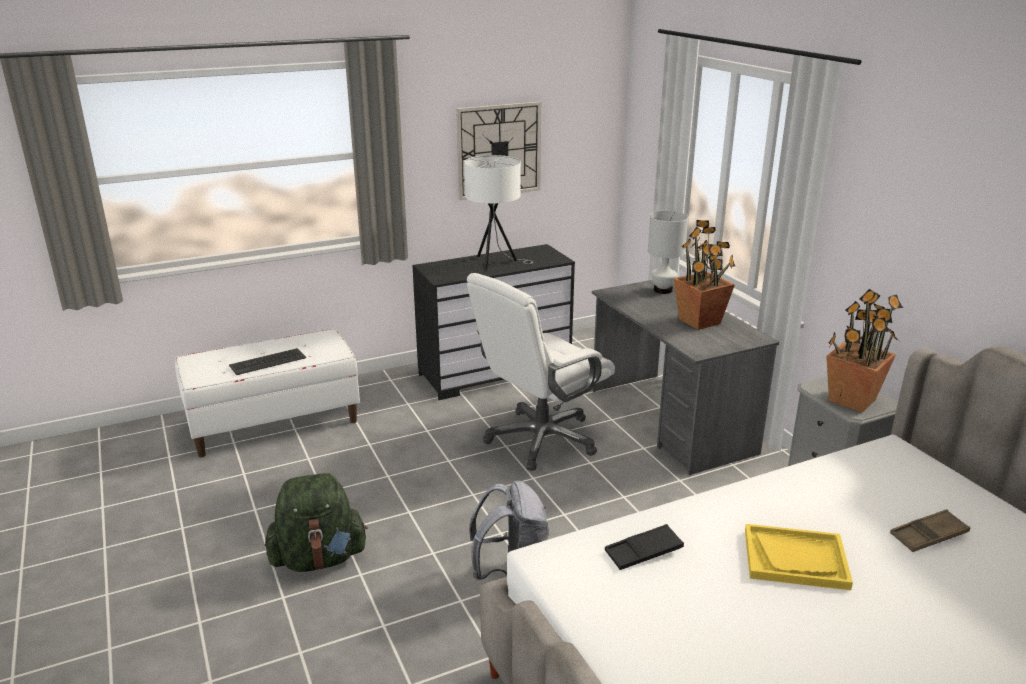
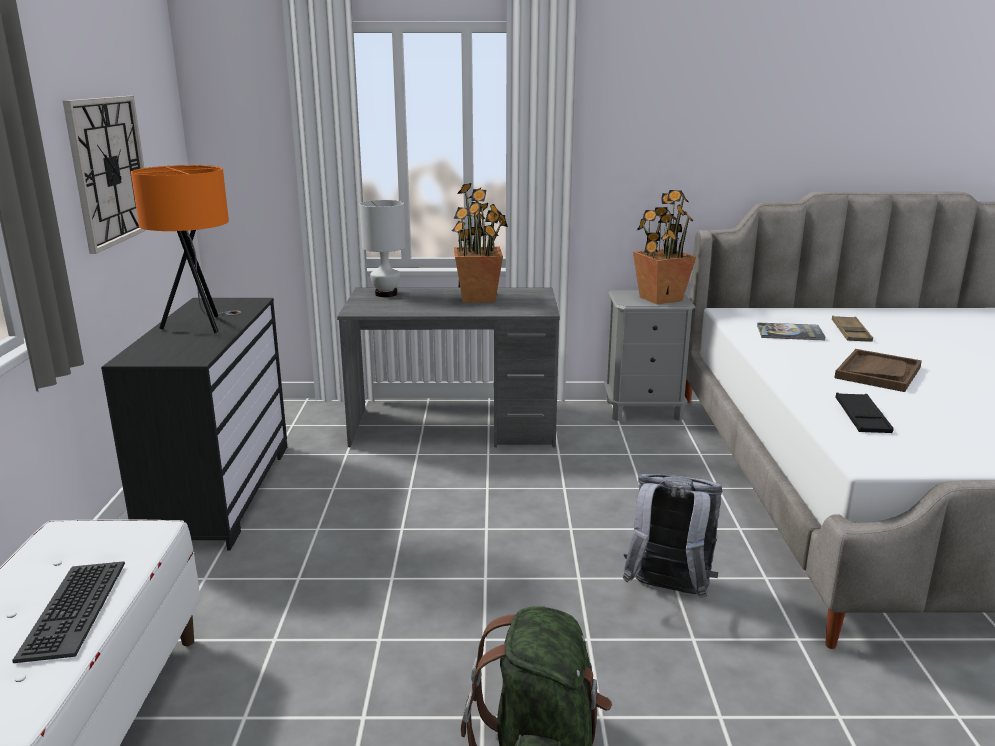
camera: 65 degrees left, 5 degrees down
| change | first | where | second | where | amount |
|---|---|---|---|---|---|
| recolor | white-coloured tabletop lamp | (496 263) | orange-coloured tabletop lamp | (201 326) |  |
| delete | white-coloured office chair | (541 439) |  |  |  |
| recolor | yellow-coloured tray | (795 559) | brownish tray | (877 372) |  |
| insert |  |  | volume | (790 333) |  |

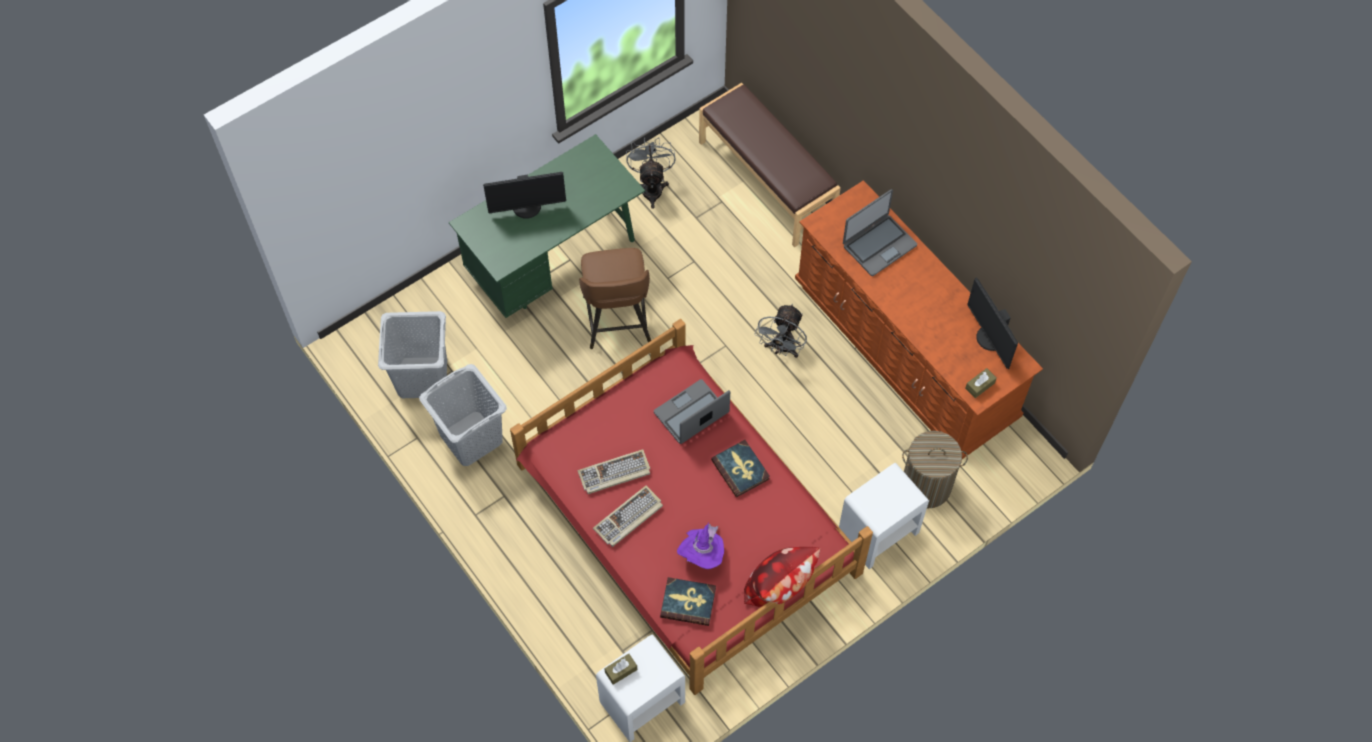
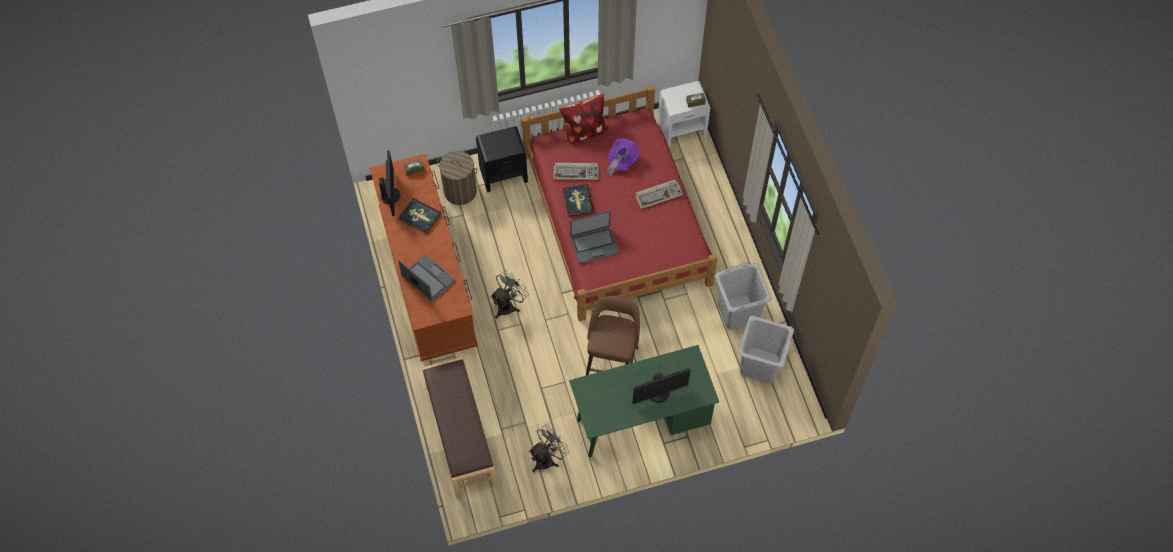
camera: 160 degrees left, 0 degrees up
| change | first | where | second | where | amount |
|---|---|---|---|---|---|
| rotate | computer display | (527 208) |  | (659 394) | 150 degrees clockwise |
| move | computer keyboard | (614 473) |  | (576 172) |  |
| rotate | gray cooling fan | (651 187) |  | (547 458) | 150 degrees counterclockwise |
| move | volume | (688 602) |  | (419 217) |  |
| recolor | white-coloured bedside table | (877 533) | black-coloured bedside table | (503 174) |  |
| rotate | laptop | (878 245) |  | (428 279) | 60 degrees clockwise |

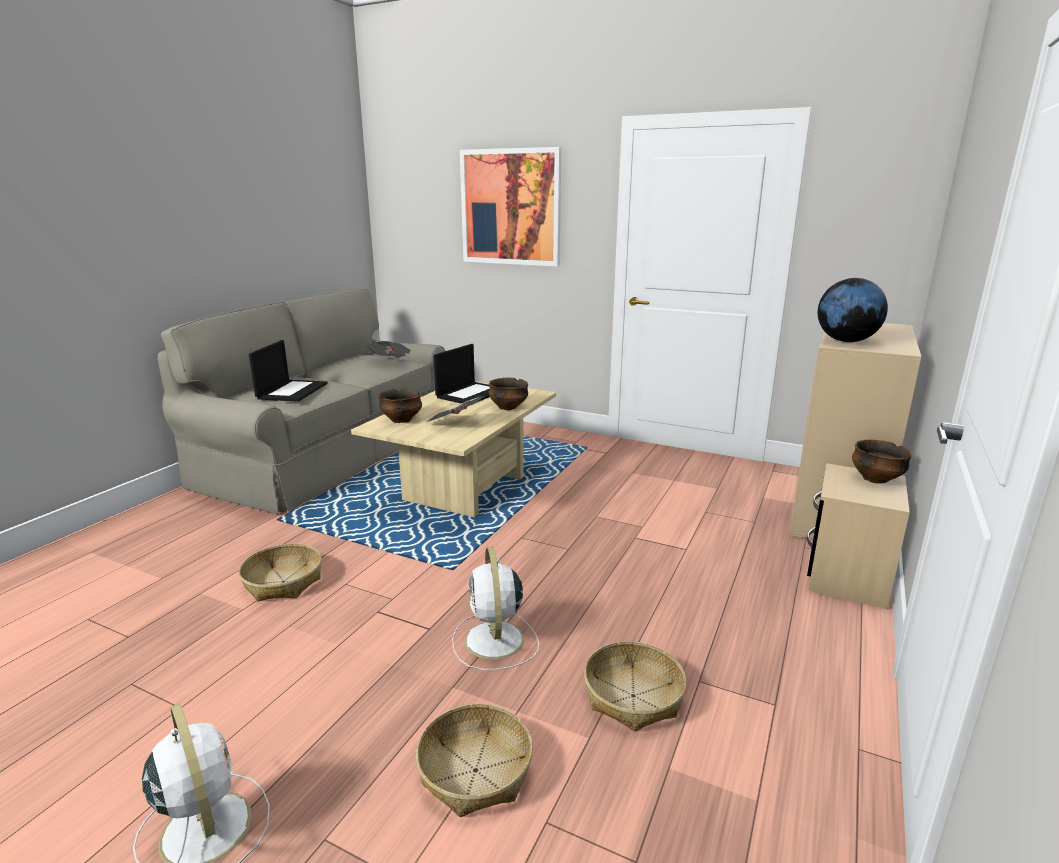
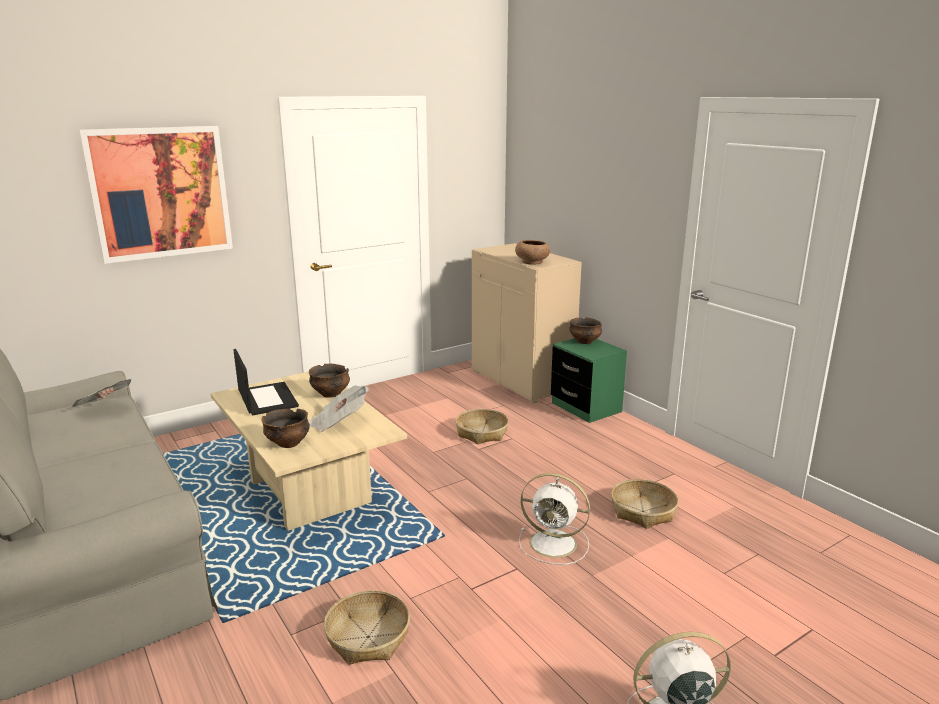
camera: 60 degrees left, 0 degrees up
| change | first | where | second | where | amount |
|---|---|---|---|---|---|
| delete | laptop | (292 391) |  |  |  |
| move | household basket | (476 770) |  | (482 433) |  |
| recolor | beige bedside table | (847 577) | green-coloured bedside table | (586 407) |  |
| replace | world globe | (846 341) | brownish deep dish | (532 262) |  |

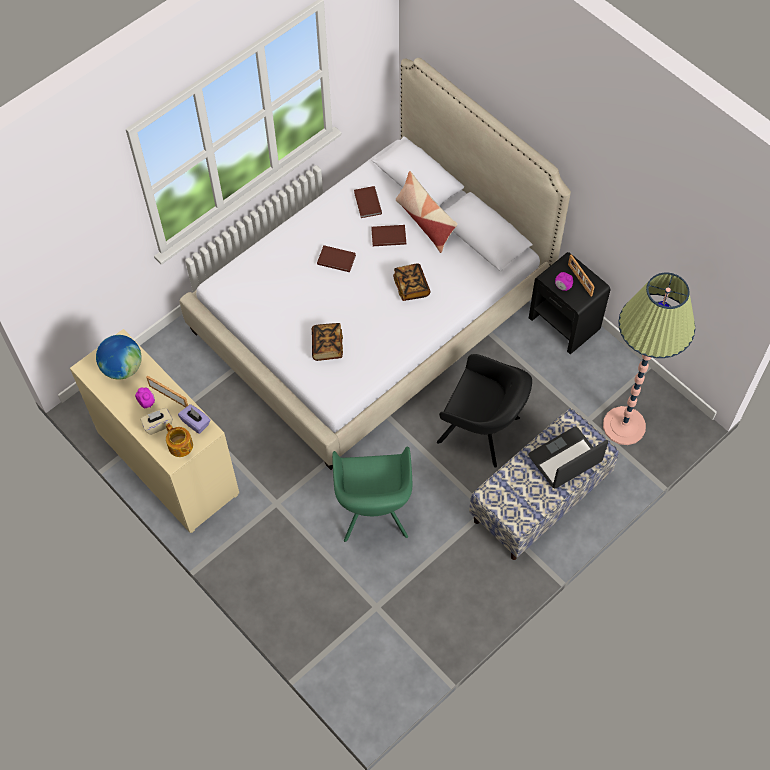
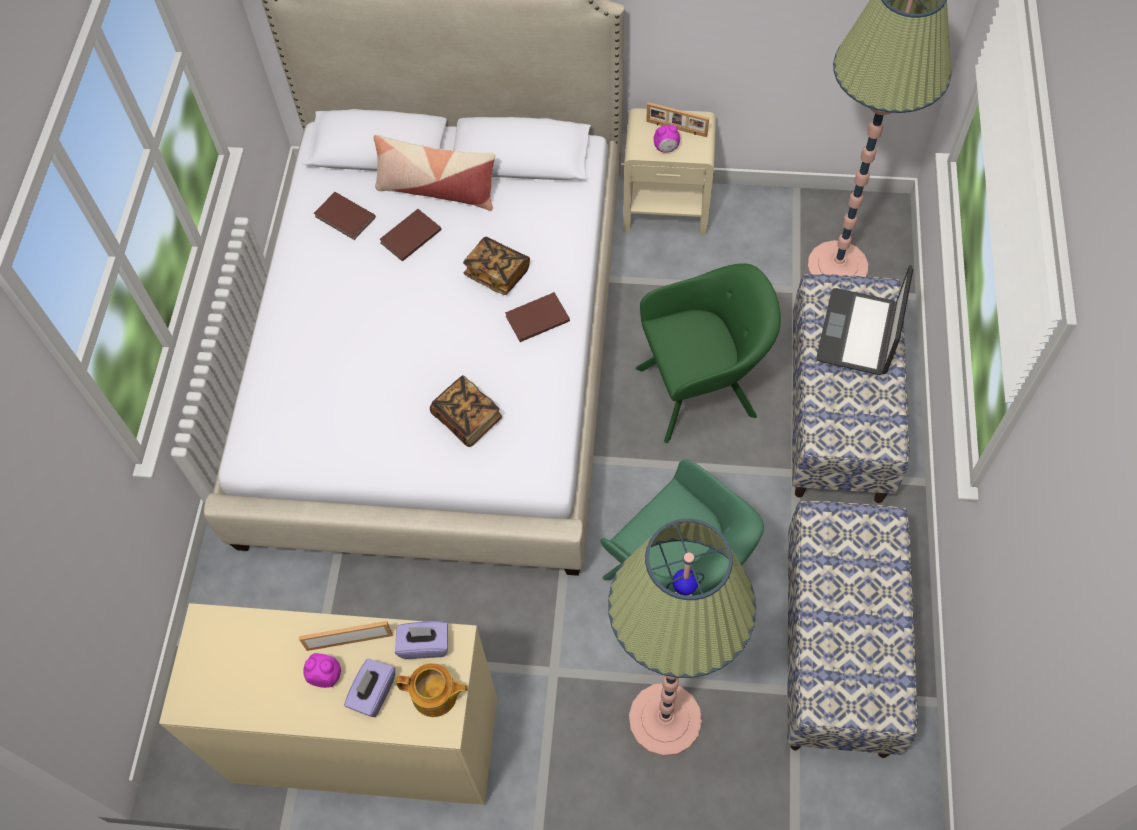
camera: 40 degrees left, 0 degrees up
| change | first | where | second | where | amount |
|---|---|---|---|---|---|
| delete | world globe | (122 367) |  |  |  |
| recolor | beige tissue box | (158 425) | purple tissue box | (373 693) |  |
| move | brownish volume | (336 259) |  | (536 318) |  |
| recolor | black-coloured easy chair | (482 431) | green-coloured easy chair | (701 390) |  |
| recolor | black-coloured bedside table | (564 323) | beige bedside table | (667 208) |  |
| insert |  |  | standard lamp | (665 719) |  |
| insert |  |  | long seat | (838 648) |  |

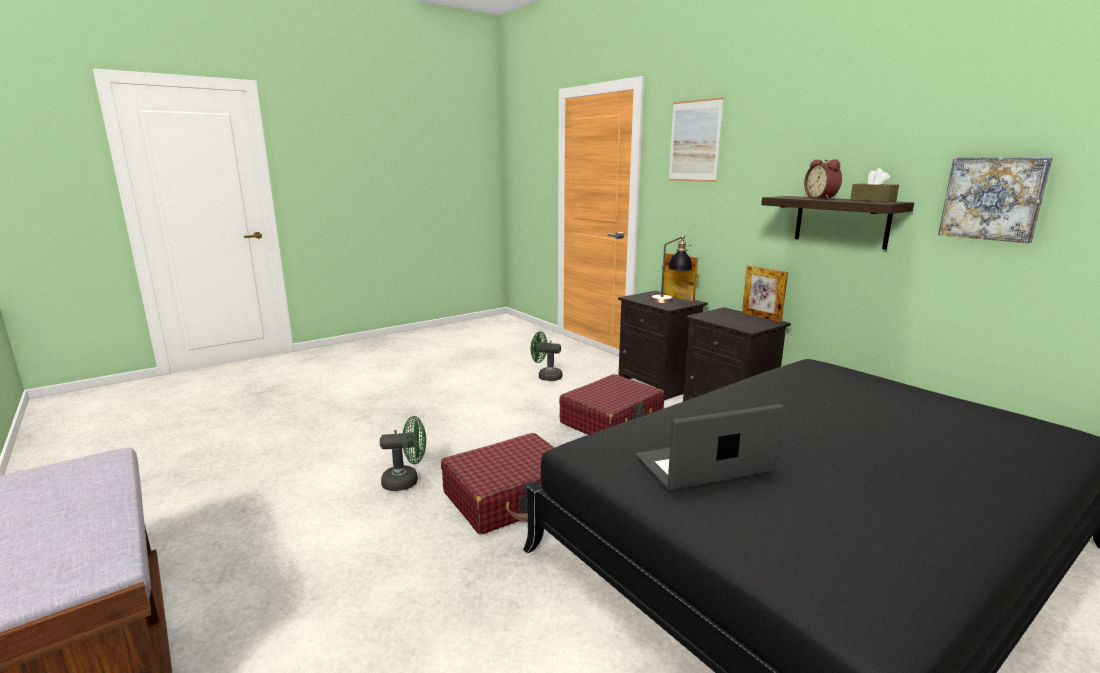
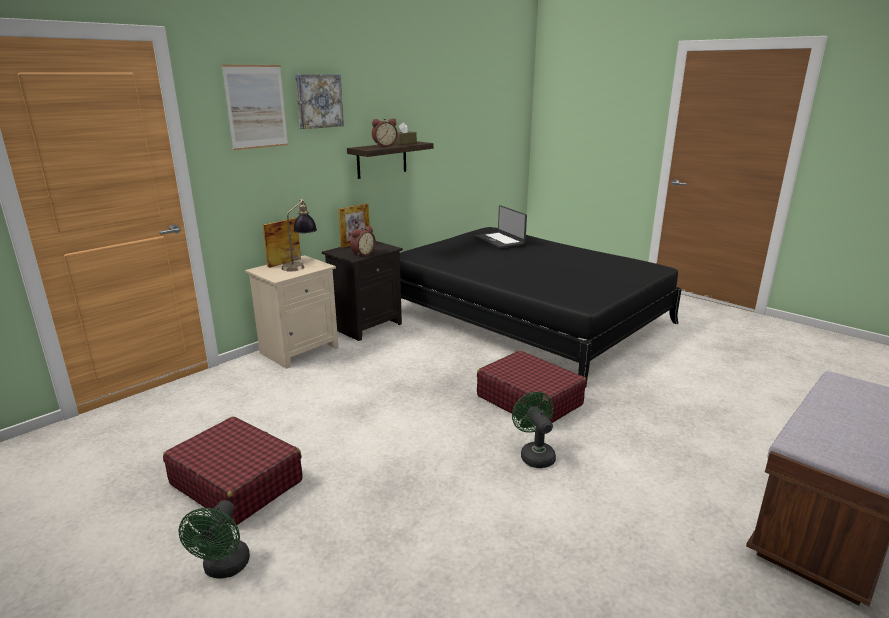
camera: 100 degrees left, 5 degrees up
| change | first | where | second | where | amount |
|---|---|---|---|---|---|
| move | green-coloured cooling fan | (546 377) |  | (224 568) |  |
| move | reddish piece of luggage | (612 421) |  | (236 482) |  |
| recolor | black-coloured bedside table | (658 385) | beige bedside table | (299 349) |  |
| move | laptop | (704 466) |  | (500 240) |  |
| move | picture | (993 198) |  | (318 101) |  |
| insert |  |  | table clock | (362 254) |  |

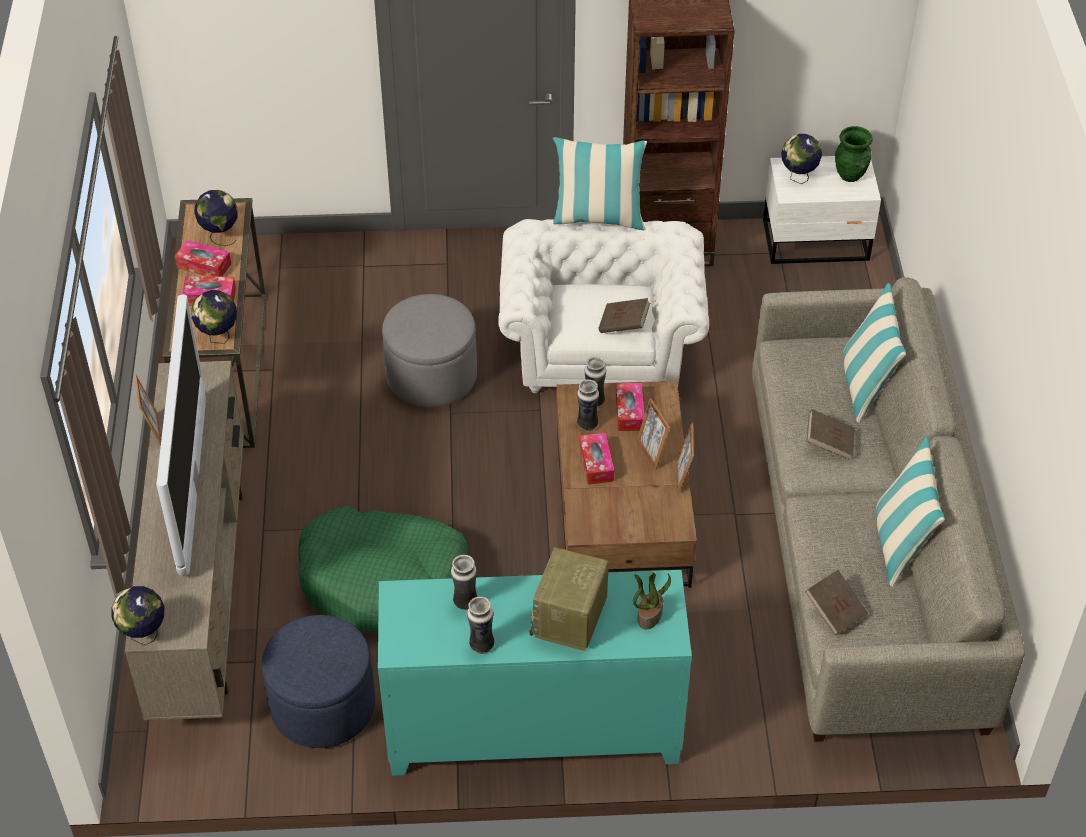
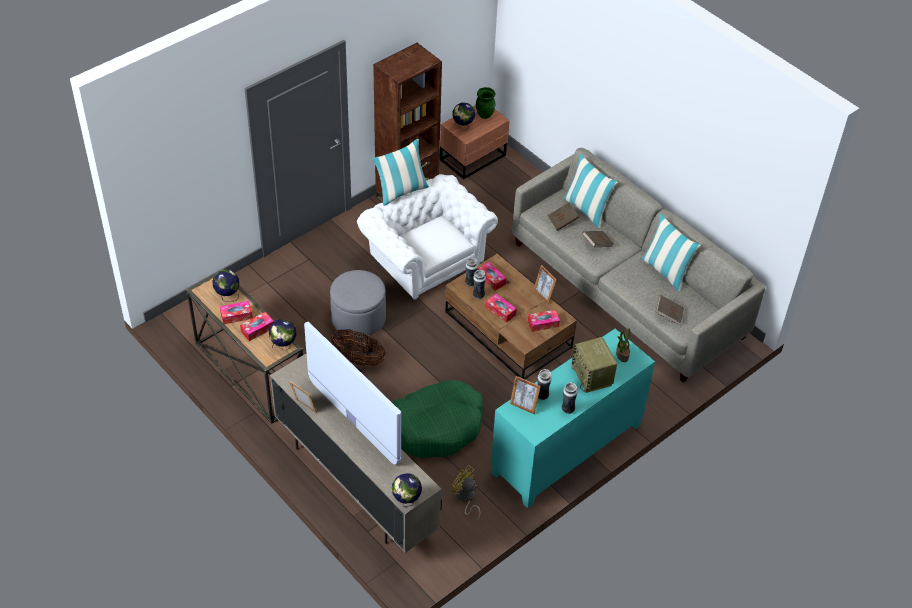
camera: 40 degrees left, 0 degrees up
| change | first | where | second | where | amount |
|---|---|---|---|---|---|
| replace | bluish footrest | (323 705) | yellow-coloured cooling fan | (466 498) |  |
| move | brownish volume | (623 325) |  | (562 221) |  |
| move | picture frame | (652 452) |  | (523 406) |  |
| recolor | white-coloured bedside table | (817 241) | brownish bedside table | (474 158) |  |
| insert |  |  | household basket | (358 359) |  |
| insert |  |  | tissue box | (543 323) |  |

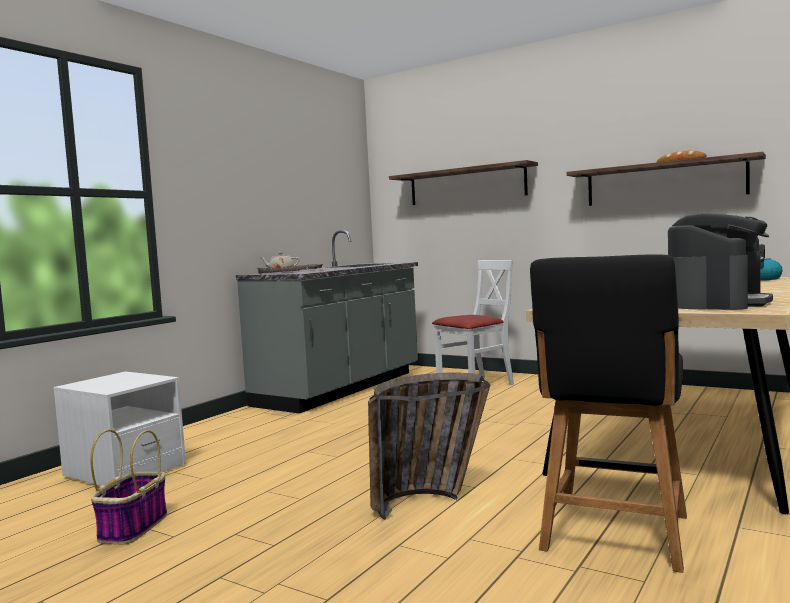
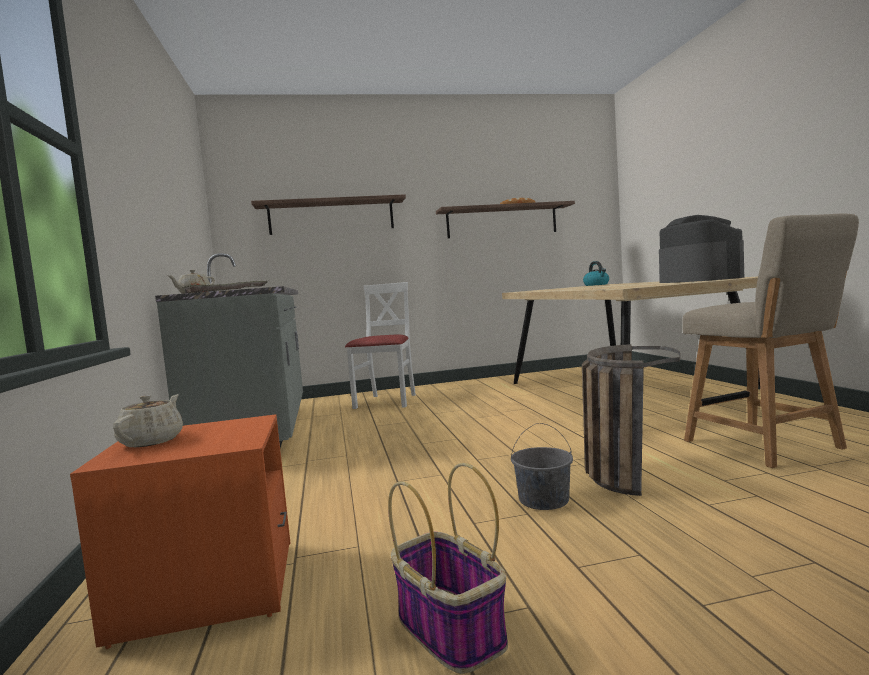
camera: 45 degrees left, 0 degrees up
| change | first | where | second | where | amount |
|---|---|---|---|---|---|
| recolor | white-coloured bedside table | (124 471) | orange-coloured bedside table | (208 590) |  |
| recolor | black-coloured upright chair | (614 536) | beige upright chair | (767 446) |  |
| insert |  |  | beige pot for tea | (152 441) |  |
| insert |  |  | gray pail | (543 500) |  |

